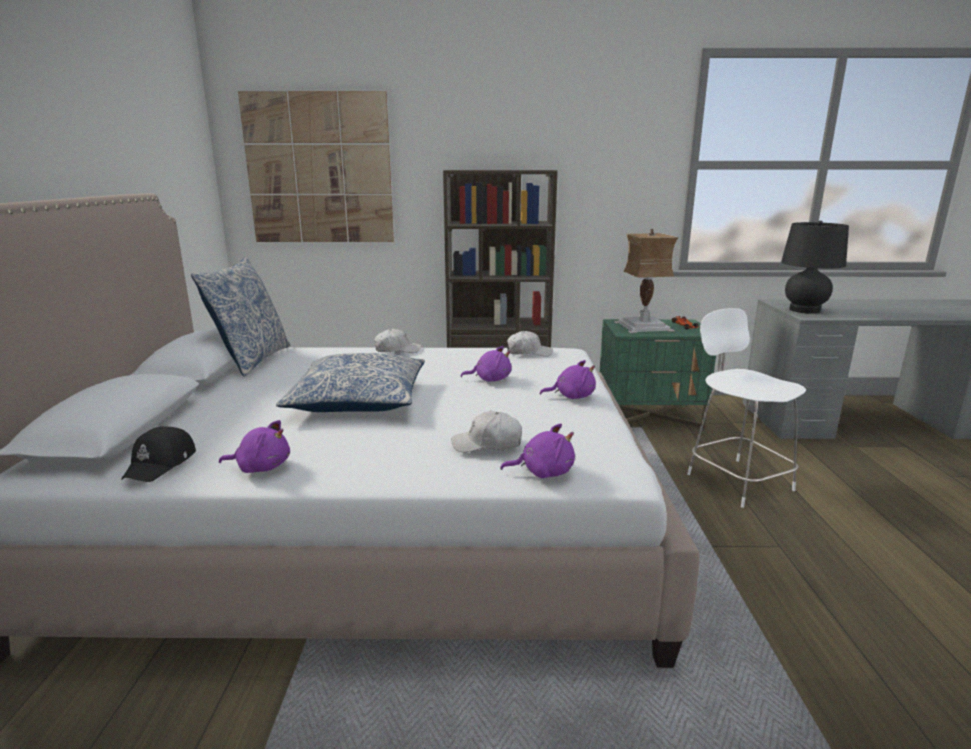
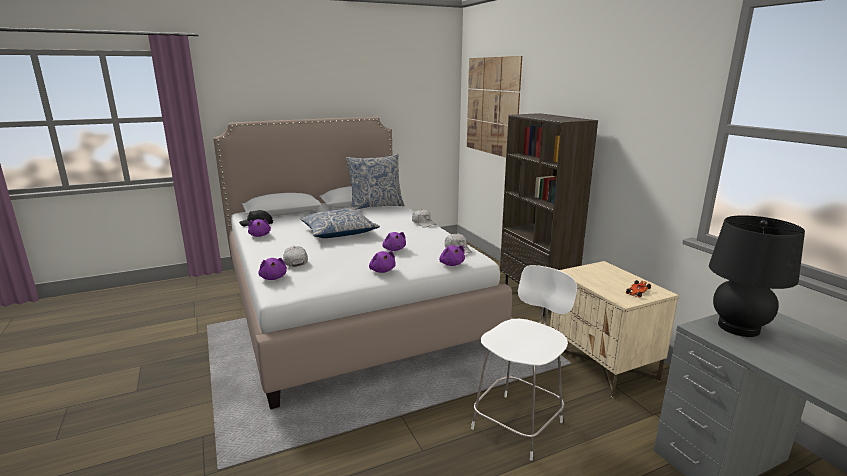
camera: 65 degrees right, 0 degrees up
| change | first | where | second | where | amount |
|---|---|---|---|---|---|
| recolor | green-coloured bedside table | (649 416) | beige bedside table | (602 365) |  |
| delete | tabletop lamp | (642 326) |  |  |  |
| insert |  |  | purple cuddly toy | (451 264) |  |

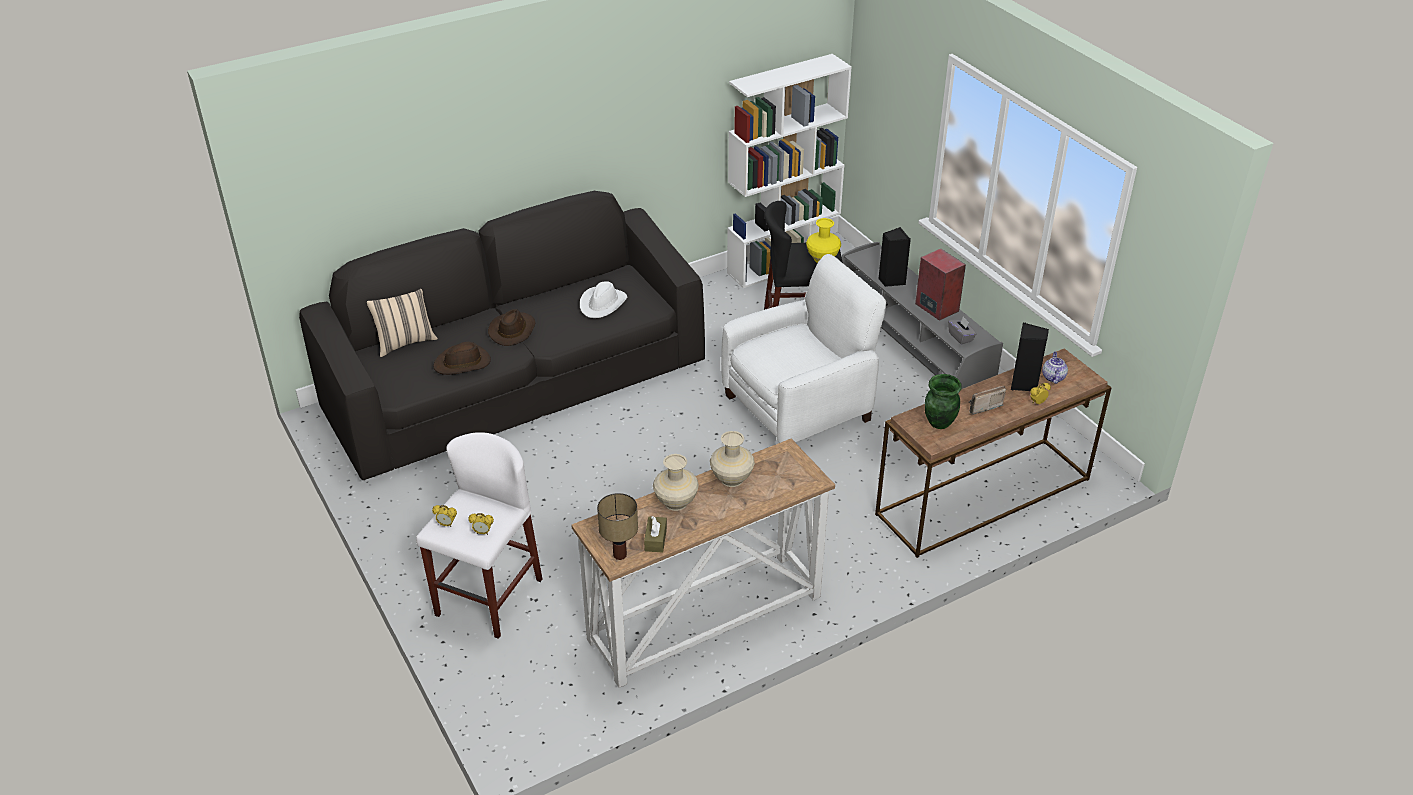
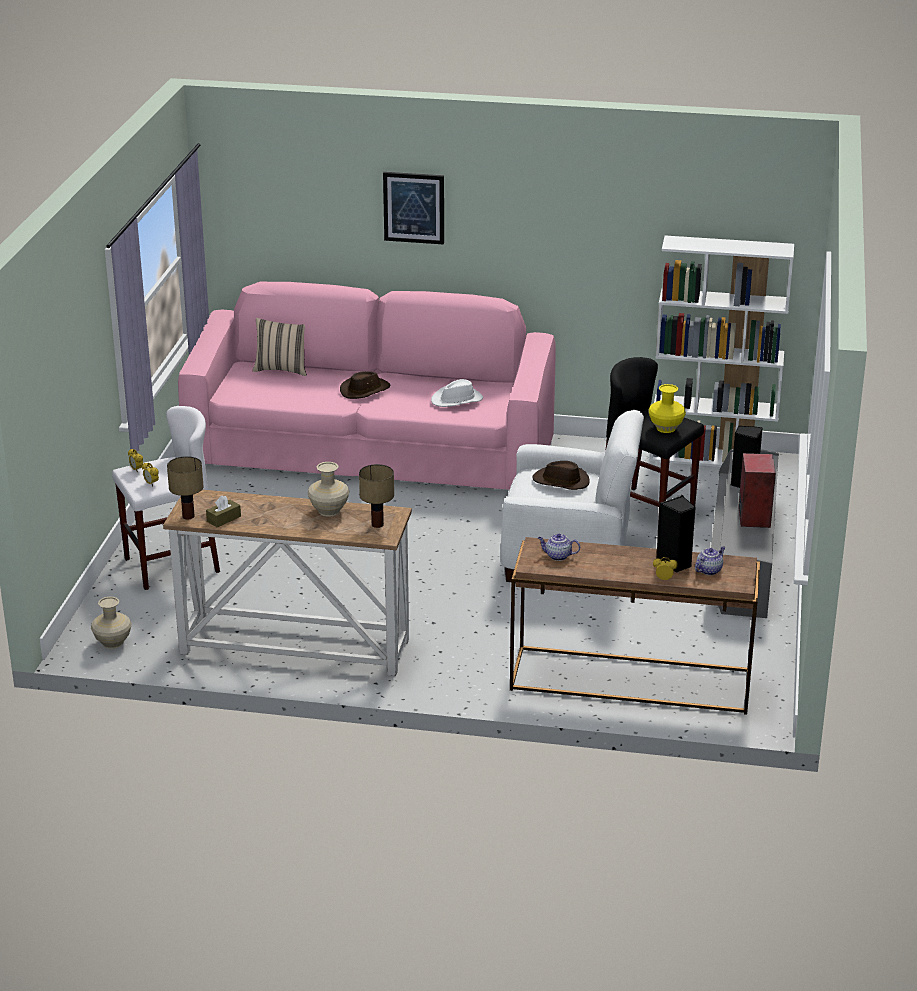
camera: 40 degrees right, 10 degrees down
| change | first | where | second | where | amount |
|---|---|---|---|---|---|
| recolor | black-coloured couch | (517 385) | pink-coloured couch | (372 453) |  |
| move | brownish wearable hat | (463 363) |  | (561 481) |  |
| move | beige flower vase | (675 503) |  | (112 643) |  |
| replace | green-coloured flower vase | (939 423) | pot for tea | (557 556) |  |
| delete | gray tissue box | (961 337) |  |  |  |
| delete | radio receiver | (981 406) |  |  |  |
| insert |  |  | tabletop lamp | (377 525) |  |
| insert |  |  | picture | (414 207) |  |

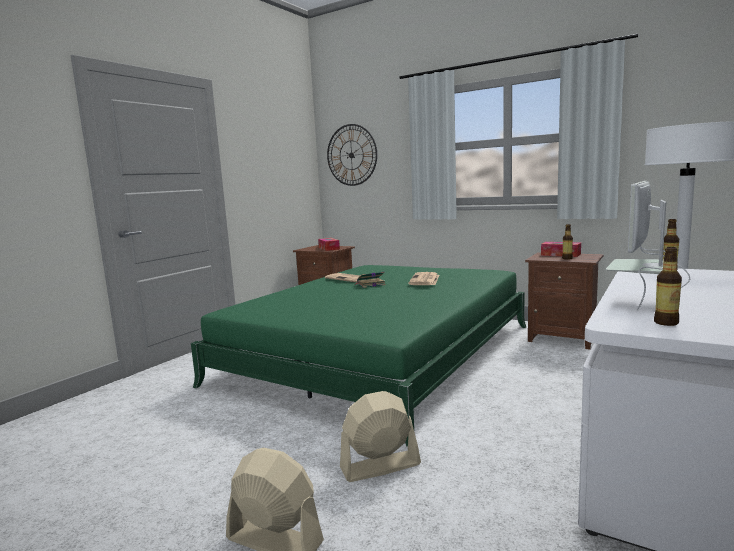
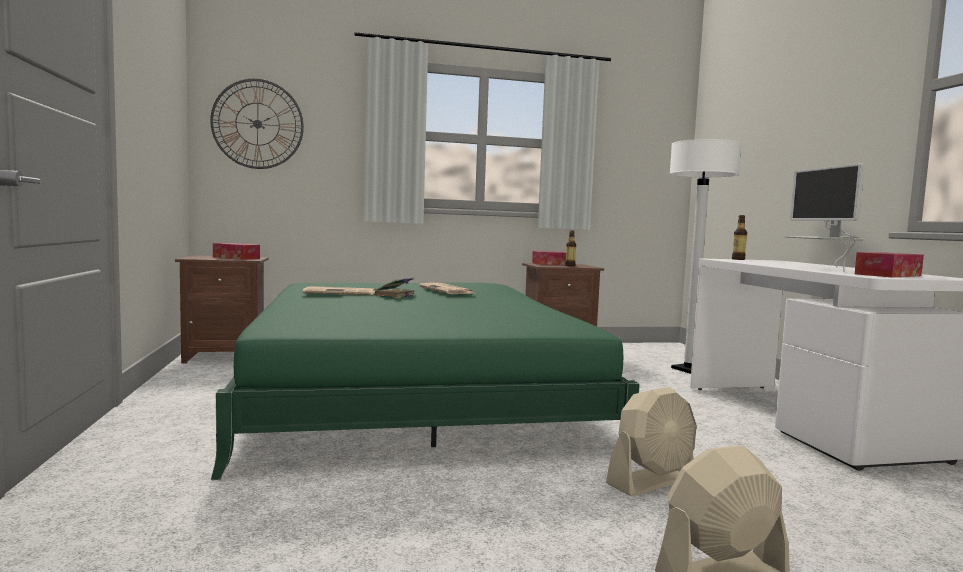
camera: 45 degrees left, 5 degrees down
| change | first | where | second | where | amount |
|---|---|---|---|---|---|
| rotate | beige cooling fan | (380 466) |  | (652 481) | 150 degrees counterclockwise |
| replace | drink bottle | (666 323) | tissue box | (888 275) |  |

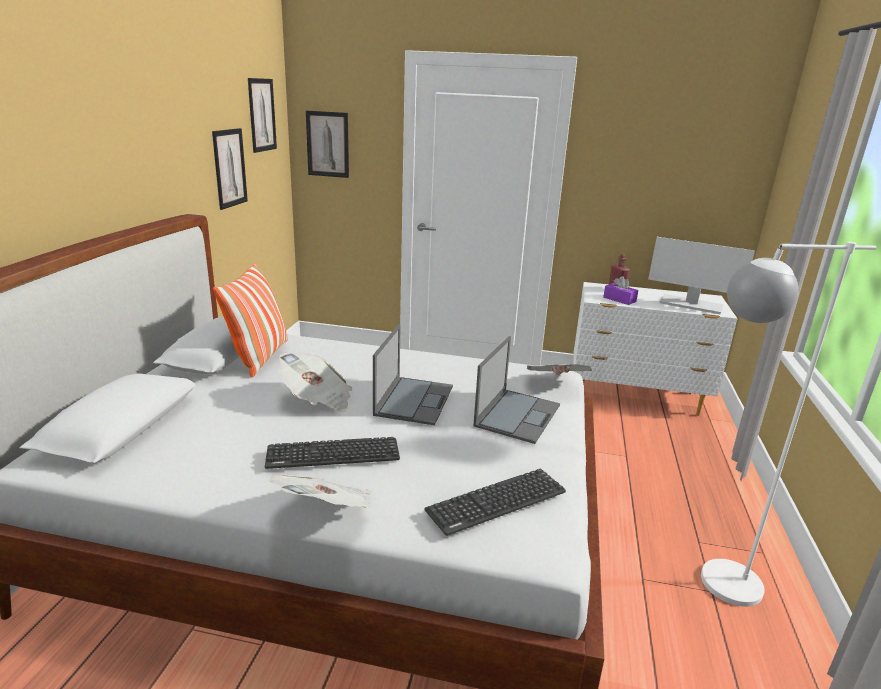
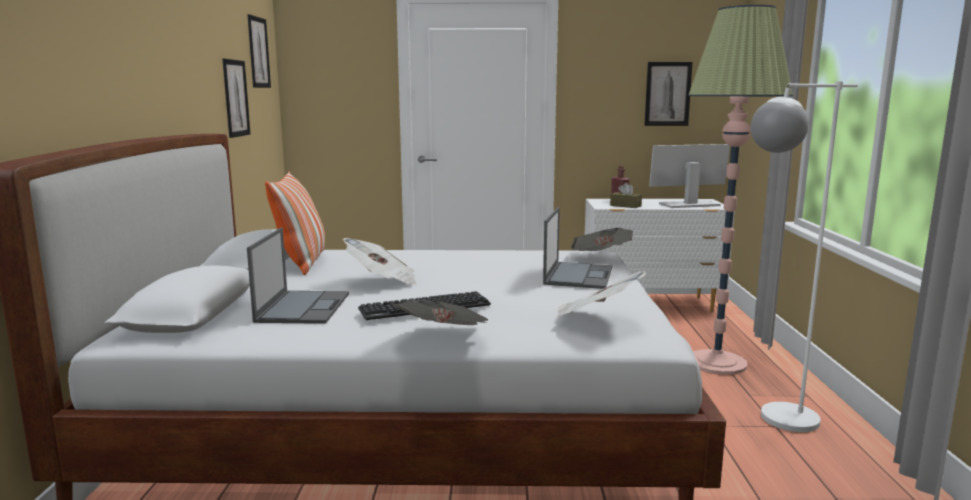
camera: 10 degrees left, 10 degrees down
| change | first | where | second | where | amount |
|---|---|---|---|---|---|
| move | picture | (328 144) |  | (667 94) |  |
| move | laptop | (414 400) |  | (303 307) |  |
| replace | computer keyboard | (497 501) | printed paper | (595 318) |  |
| recolor | purple tissue box | (619 299) | brownish tissue box | (625 206) |  |
| rotate | computer display | (690 304) |  | (689 205) | 150 degrees clockwise |
| insert |  |  | standard lamp | (716 363) |  |

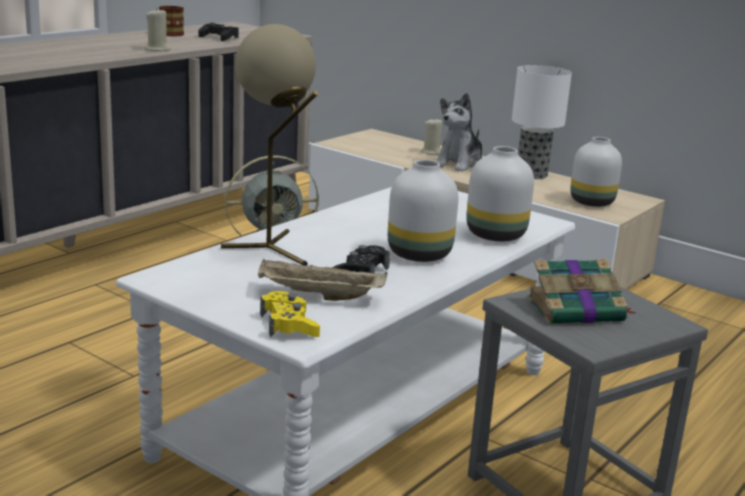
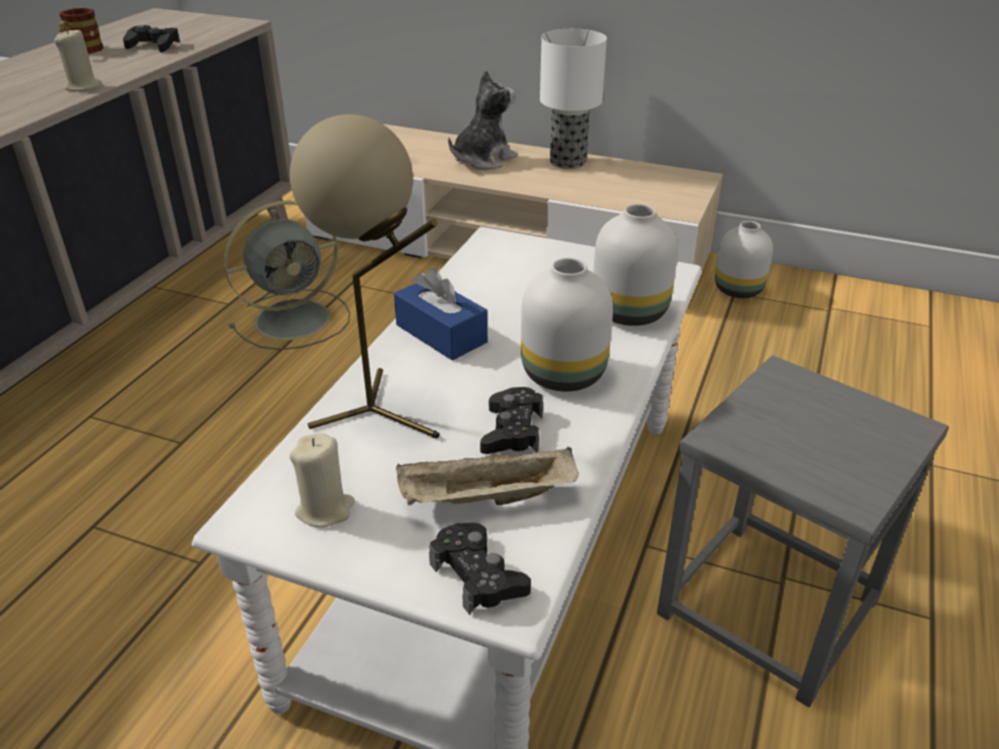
camera: 15 degrees left, 15 degrees up
| change | first | where | second | where | amount |
|---|---|---|---|---|---|
| recolor | yellow-coloured game controller | (289 325) | black-coloured game controller | (478 576) |  |
| move | beige wax light | (431 152) |  | (325 509) |  |
| rotate | cuddly toy | (459 164) |  | (482 160) | 150 degrees counterclockwise |
| delete | volume | (577 310) |  |  |  |
| move | white-coloured flower vase | (590 202) |  | (737 290) |  |
| insert |  |  | bluish tissue box | (441 334) |  |

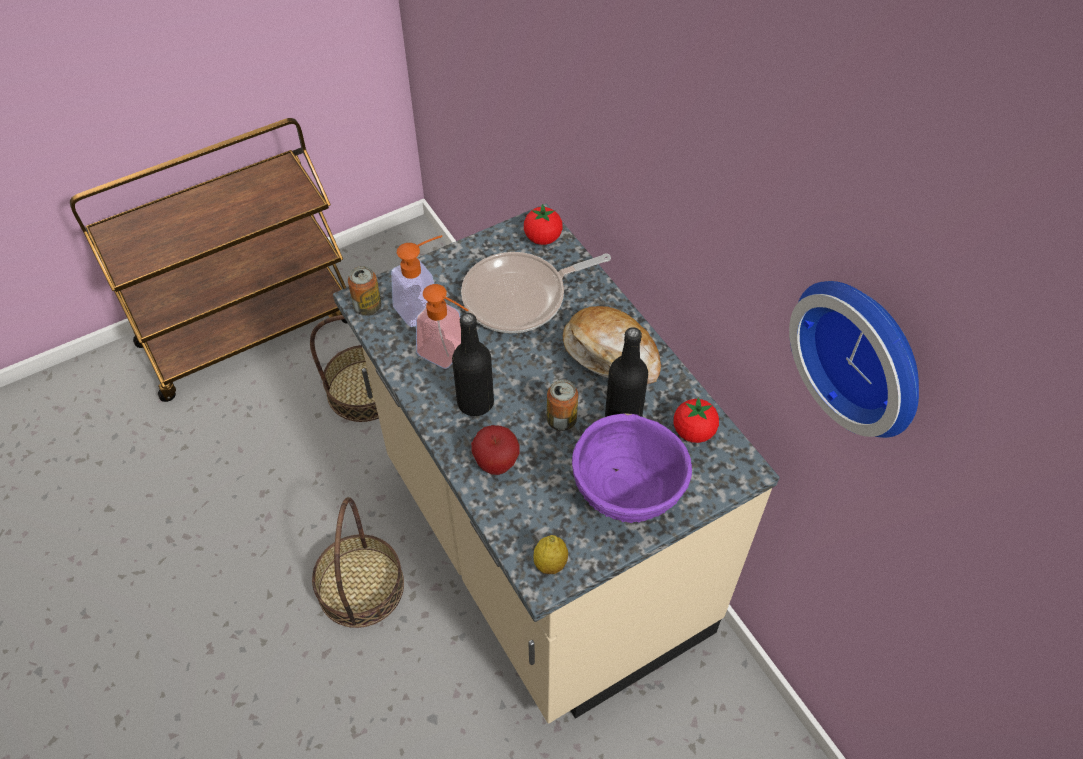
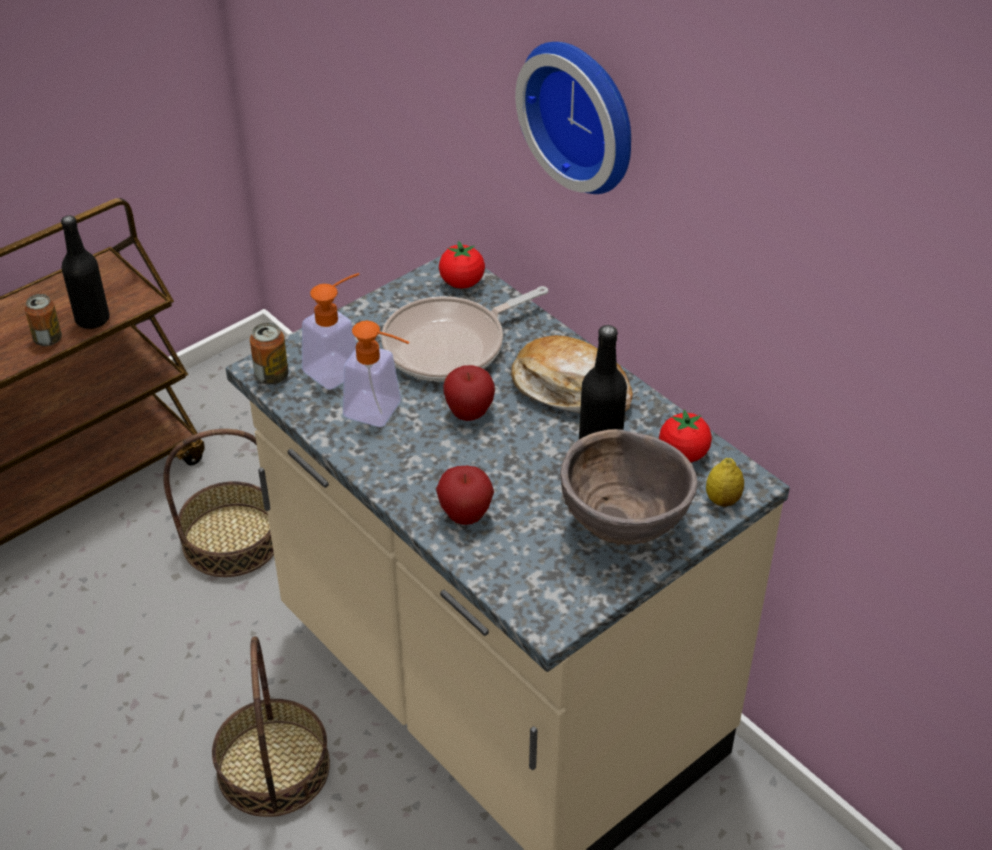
camera: 10 degrees left, 10 degrees down
| change | first | where | second | where | amount |
|---|---|---|---|---|---|
| move | black-coloured drink bottle | (475 402) |  | (92 319) |  |
| move | lemon | (550 564) |  | (722 500) |  |
| move | sealed can | (561 420) |  | (48 339) |  |
| recolor | purple deep dish | (626 495) | brownish deep dish | (623 527) |  |
| move | hanging clock | (865 353) |  | (584 113) |  |
| insert |  |  | apple fruit | (469 413) |  |

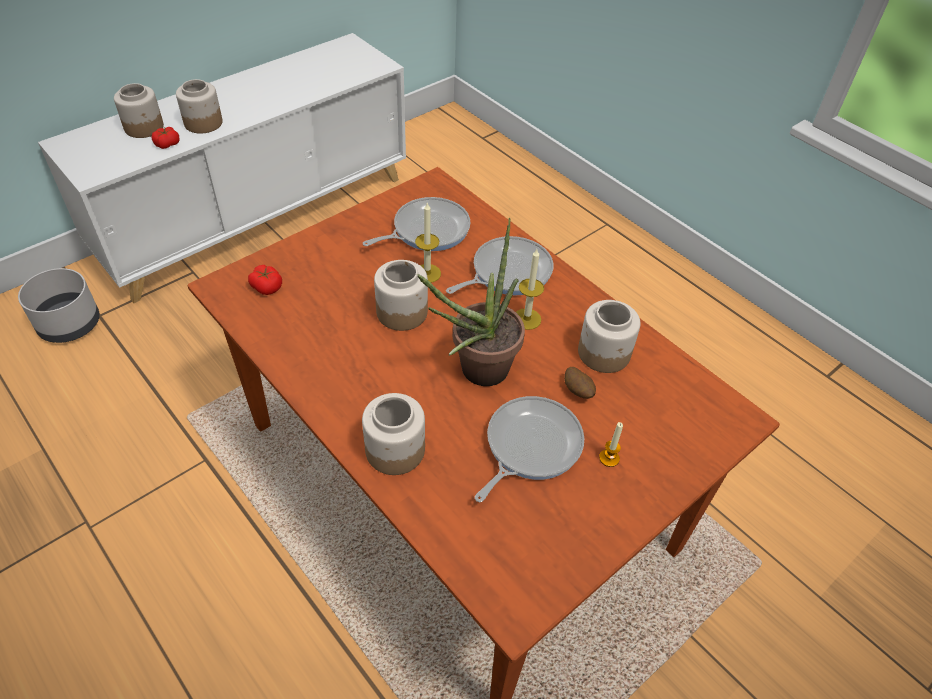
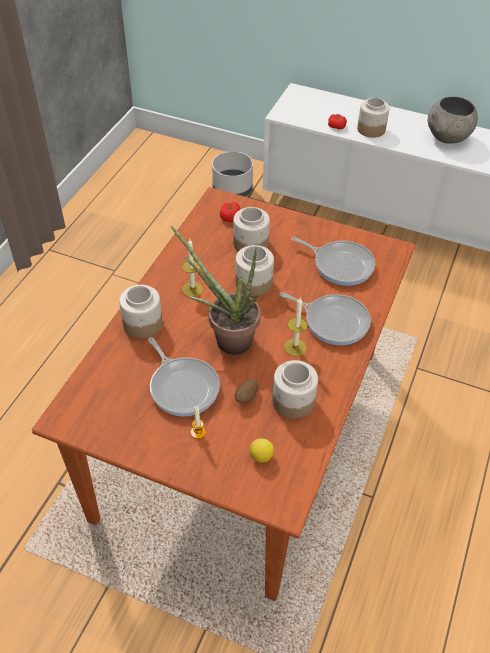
camera: 65 degrees right, 0 degrees up
| change | first | where | second | where | amount |
|---|---|---|---|---|---|
| move | jar | (144 127) |  | (251 244) |  |
| move | wax light | (427 273) |  | (192 289) |  |
| rotate | pan | (529 446) |  | (183 386) | 45 degrees clockwise |
| insert |  |  | lemon | (261 456) |  |
| insert |  |  | gray deep dish | (448 138) |  |

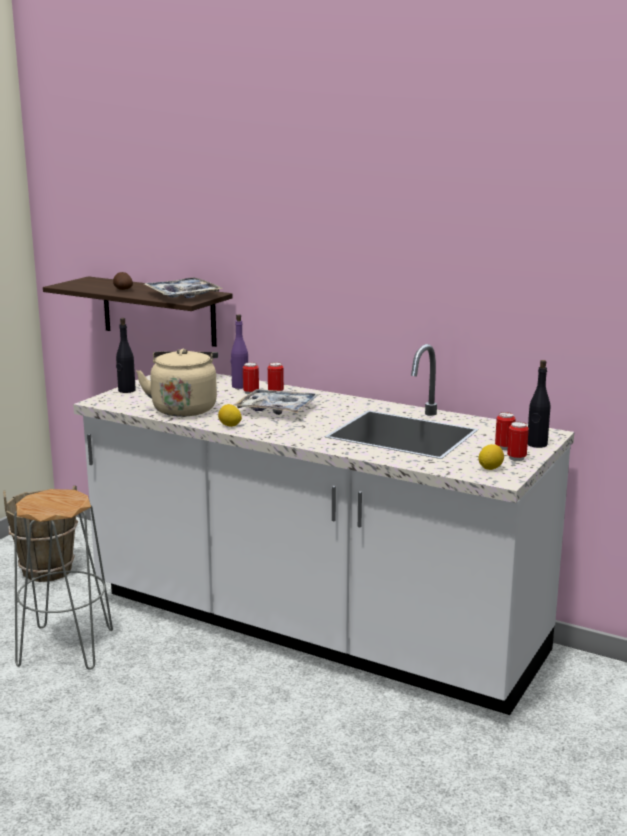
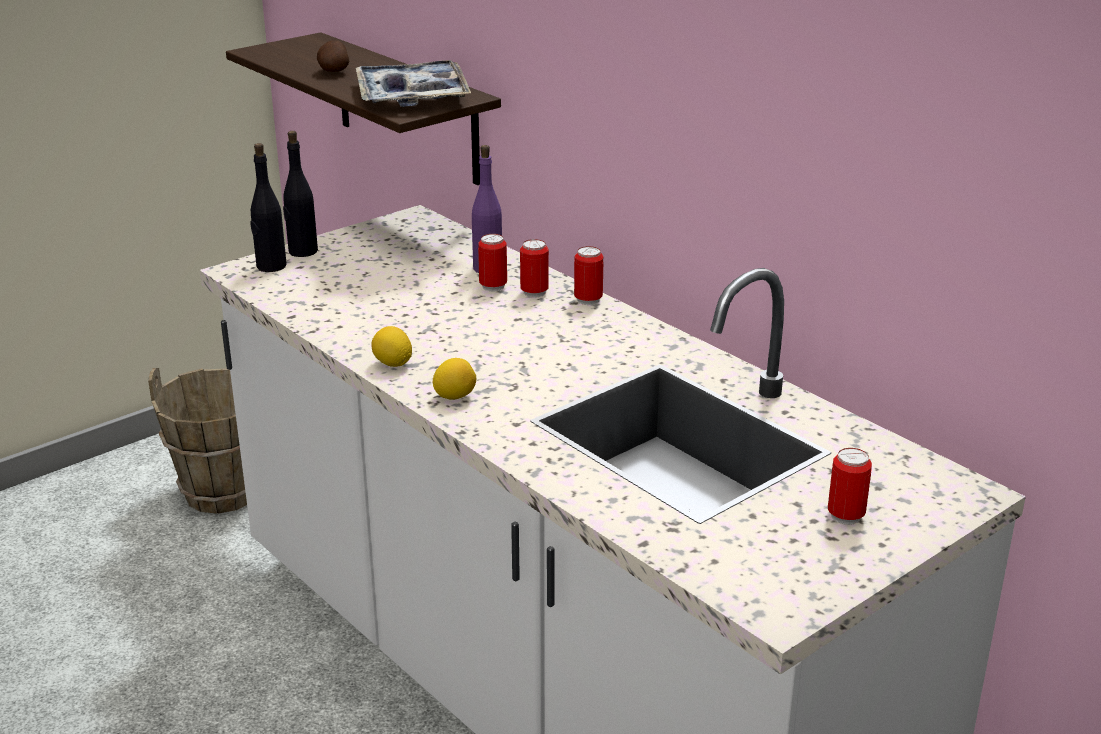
camera: 20 degrees right, 10 degrees up
| change | first | where | second | where | amount |
|---|---|---|---|---|---|
| delete | gray stool | (66 647) |  |  |  |
| delete | beige water kettle | (184 408) |  |  |  |
| delete | tray | (277 409) |  |  |  |
| move | lemon | (490 468) |  | (455 396) |  |
| move | sealed can | (516 458) |  | (588 300) |  |
| move | black-coloured drink bottle | (536 444) |  | (271 266) |  |

